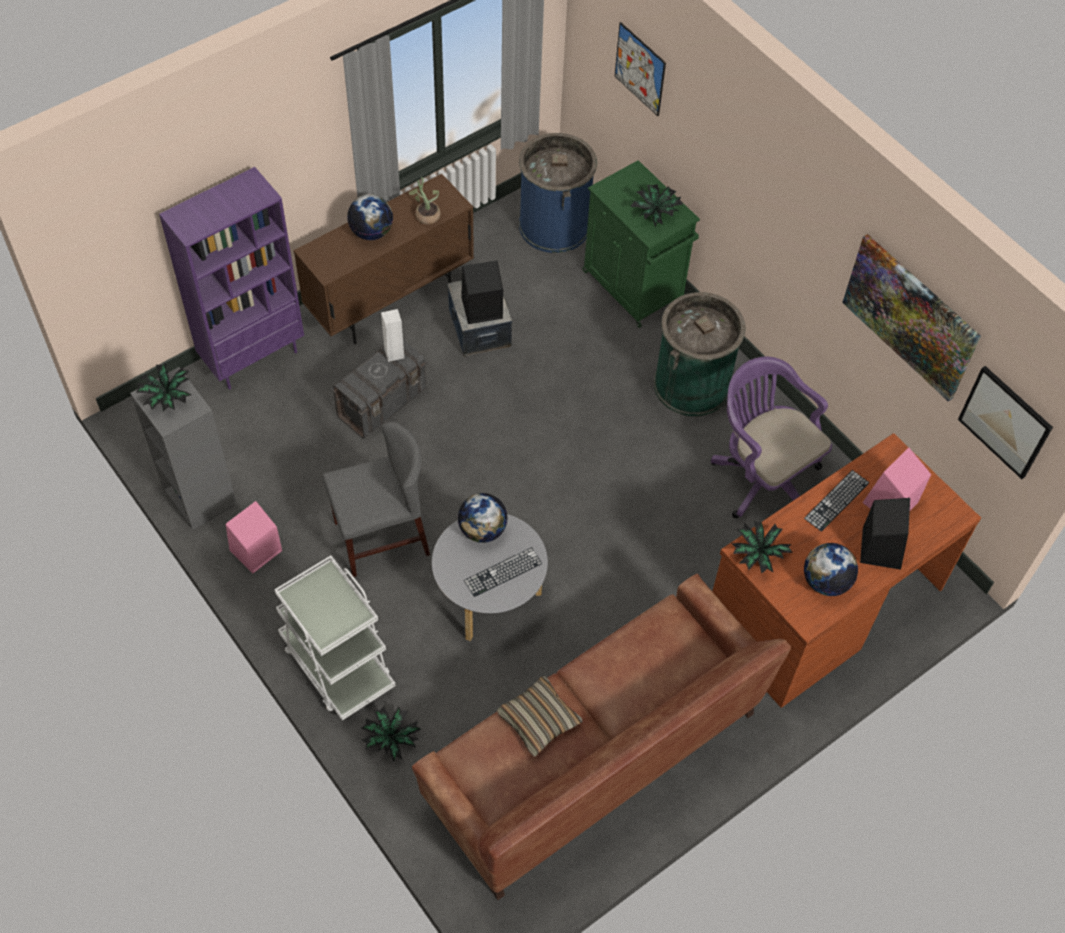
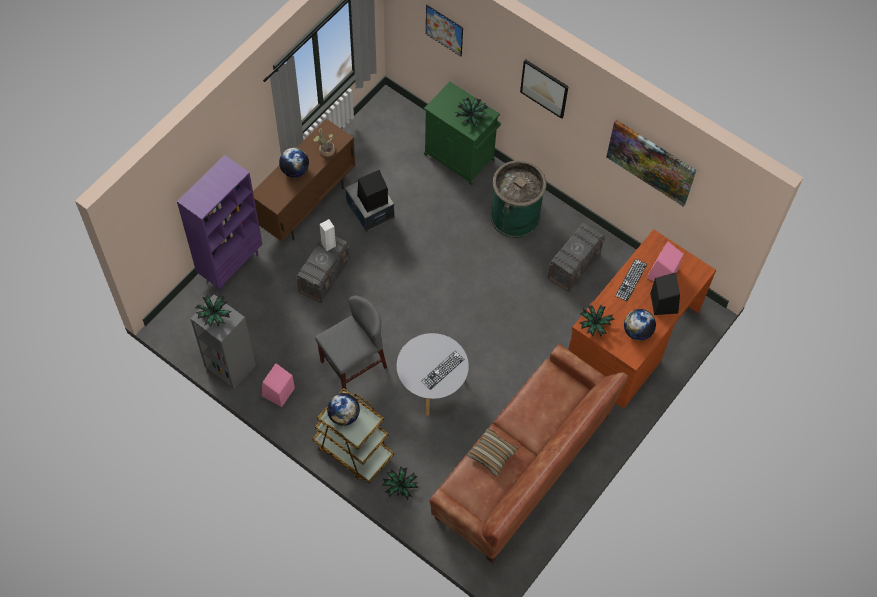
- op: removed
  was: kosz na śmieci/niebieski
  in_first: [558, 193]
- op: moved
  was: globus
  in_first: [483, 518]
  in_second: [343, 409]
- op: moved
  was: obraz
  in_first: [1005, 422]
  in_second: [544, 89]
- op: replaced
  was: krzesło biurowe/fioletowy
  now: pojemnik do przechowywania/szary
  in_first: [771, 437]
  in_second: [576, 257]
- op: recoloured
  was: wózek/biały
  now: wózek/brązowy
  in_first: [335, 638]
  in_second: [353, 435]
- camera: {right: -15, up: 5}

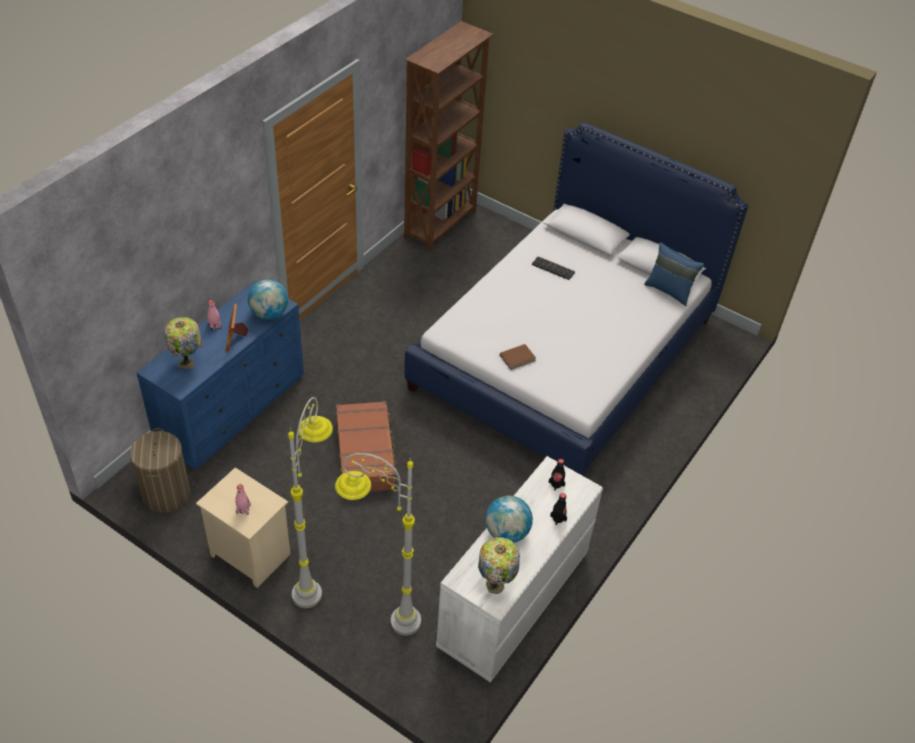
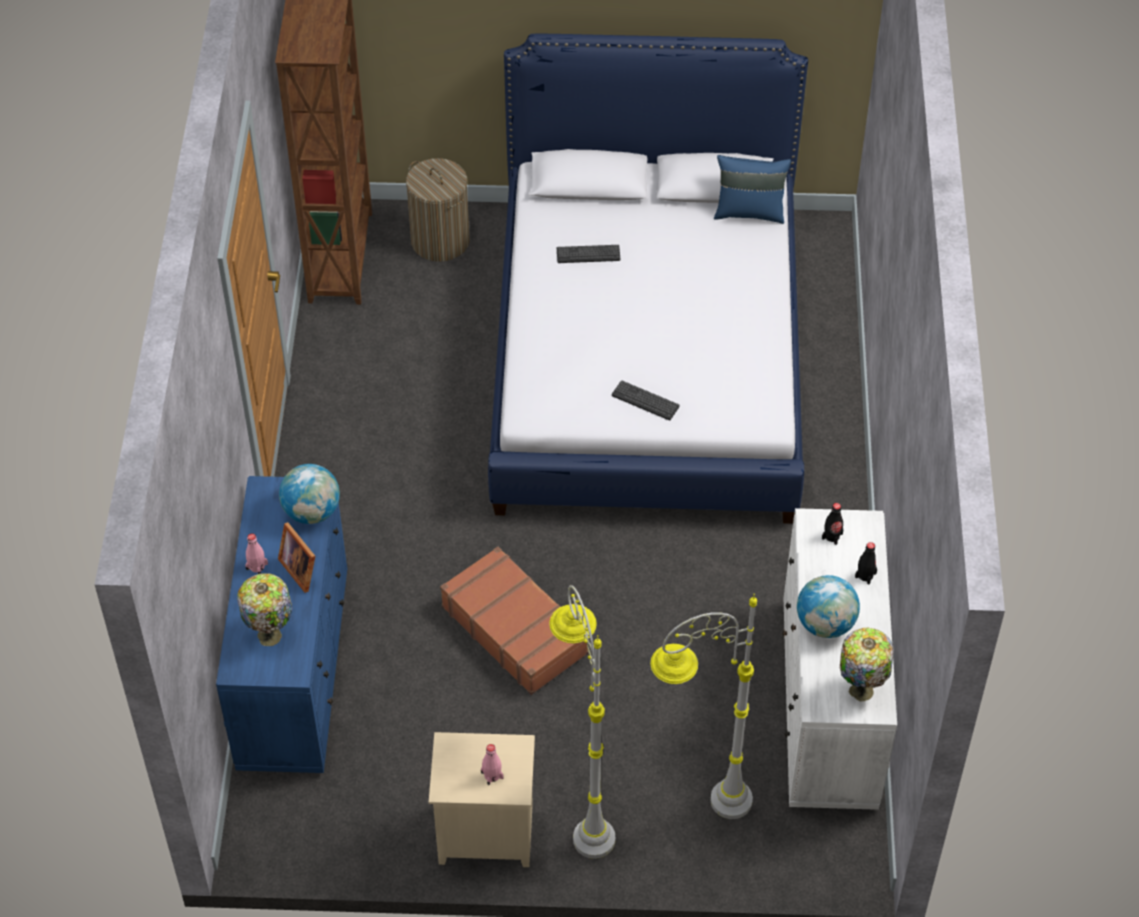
- op: moved
  was: kosz na pranie
  in_first: [160, 470]
  in_second: [438, 210]
- op: replaced
  was: książka/brązowy
  now: klawiatura
  in_first: [518, 357]
  in_second: [646, 400]
- camera: {right: -30, up: 5}

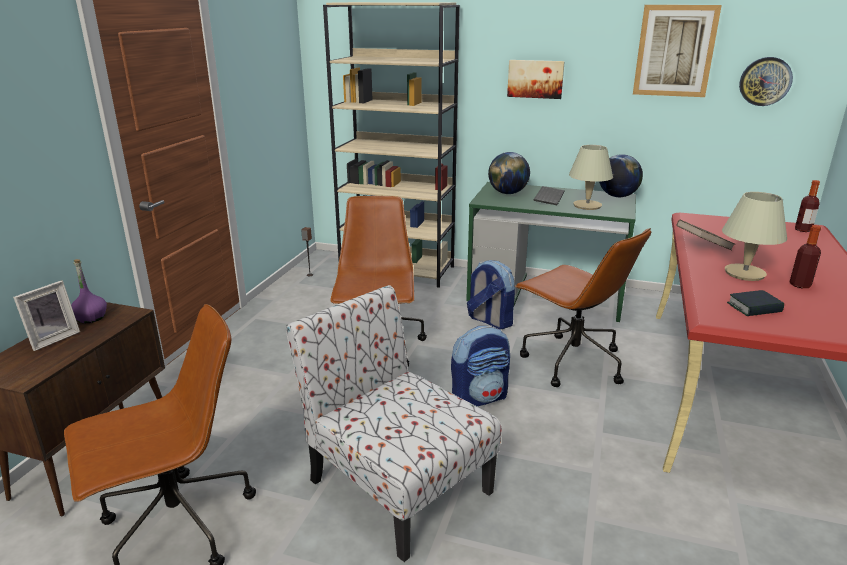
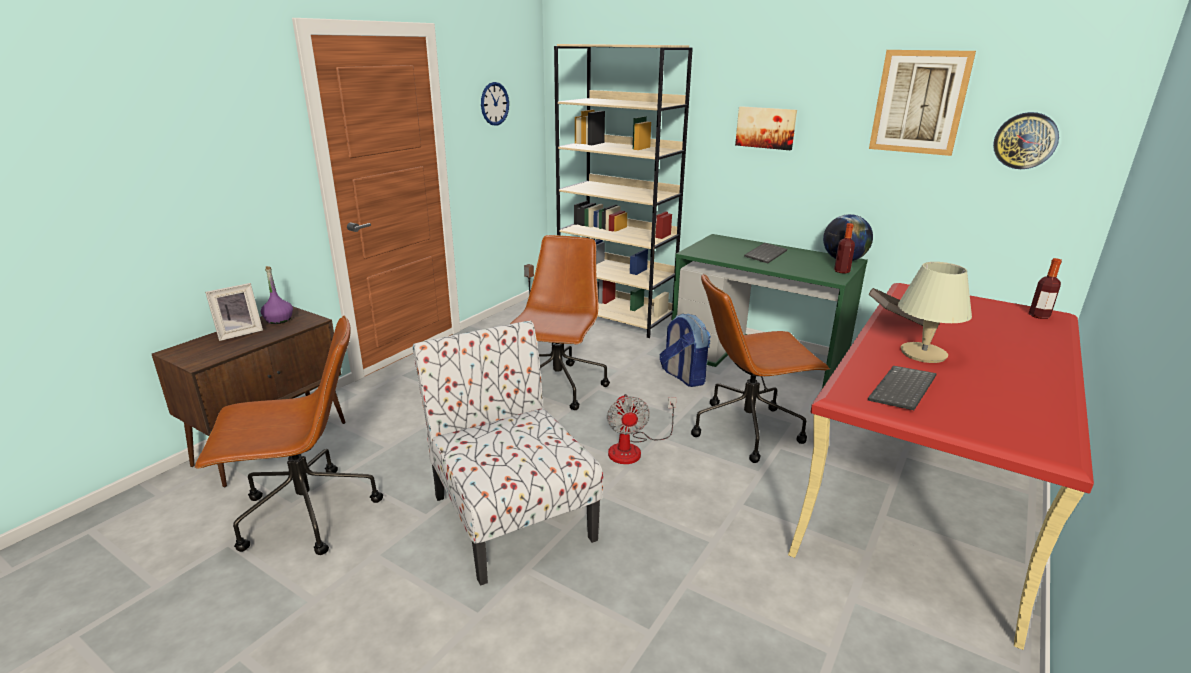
- op: removed
  was: globus
  in_first: [509, 173]
- op: removed
  was: lampa stołowa/beżowy
  in_first: [591, 177]
- op: added
  now: zegar ścienny
  in_second: [495, 104]
- op: moved
  was: butelka
  in_first: [805, 256]
  in_second: [844, 248]
- op: replaced
  was: plecak
  now: wentylator
  in_first: [480, 366]
  in_second: [642, 429]
- op: replaced
  was: książka
  now: klawiatura
  in_first: [755, 303]
  in_second: [902, 388]
- op: turned
  was: krzesło biurowe/brązowy
  in_first: [583, 307]
  in_second: [760, 368]
  clockwise: 105
- camera: {right: 15, up: 0}

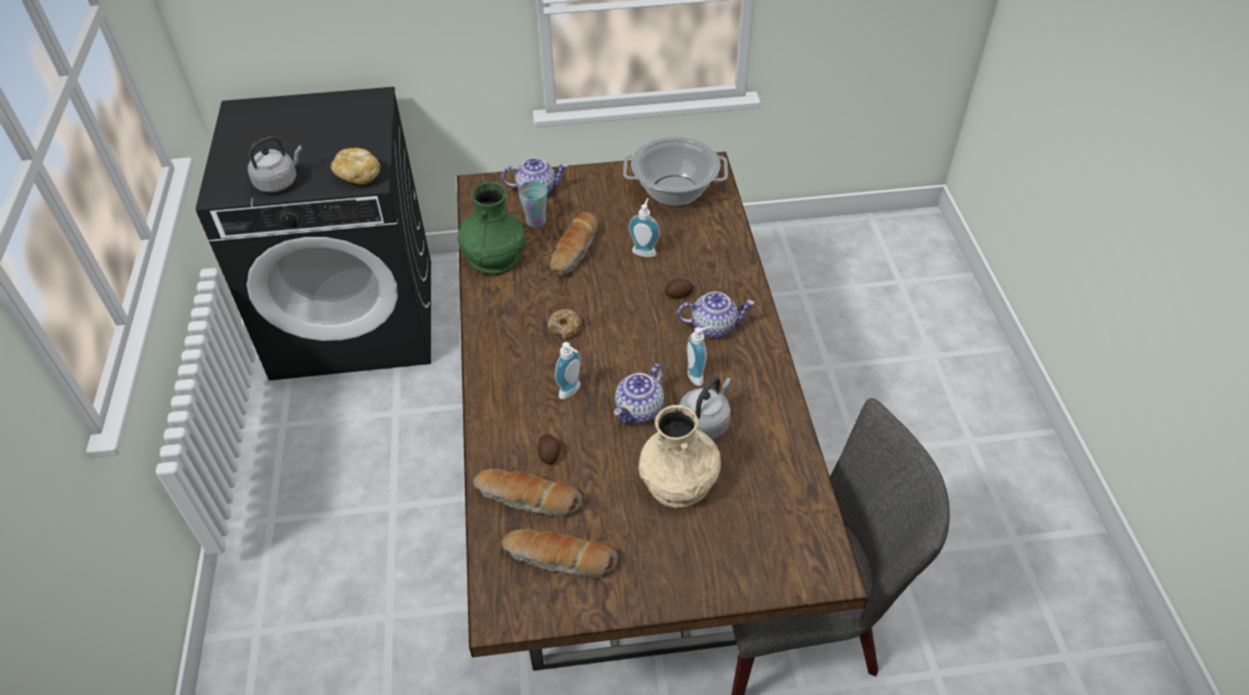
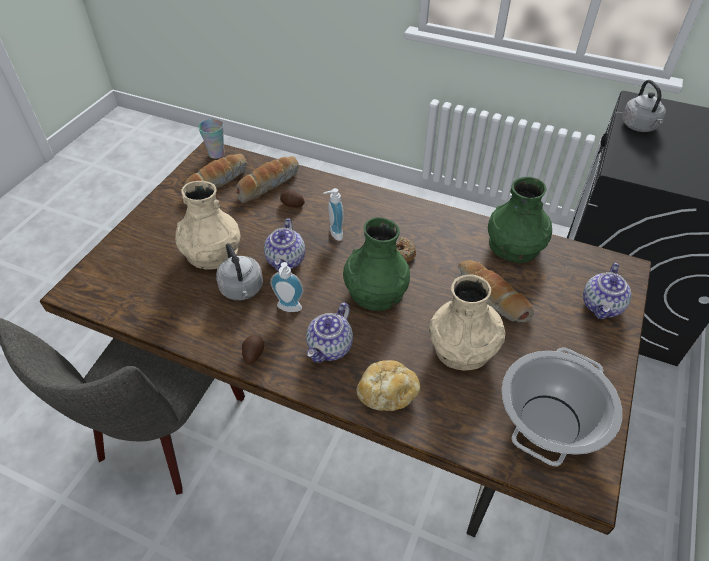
- op: added
  now: wazon/zielony
  in_second: [376, 264]
- op: moved
  was: chleb
  in_first: [355, 166]
  in_second: [388, 385]
- op: moved
  was: filiżanka
  in_first: [532, 204]
  in_second: [211, 139]
- op: moved
  was: ziemniak
  in_first: [679, 288]
  in_second: [253, 349]
- op: replaced
  was: dozownik mydła
  now: wazon/beżowy
  in_first: [644, 227]
  in_second: [467, 322]
- op: turned
  was: imbryk
  in_first: [639, 393]
  in_second: [284, 245]
  clockwise: -150
- camera: {right: 120, up: 0}

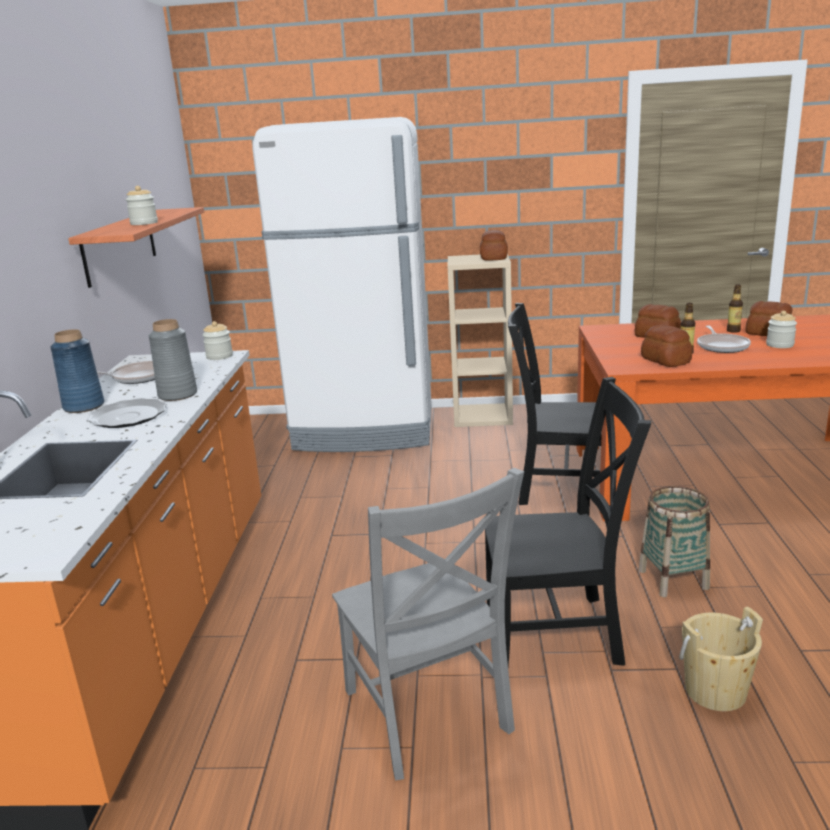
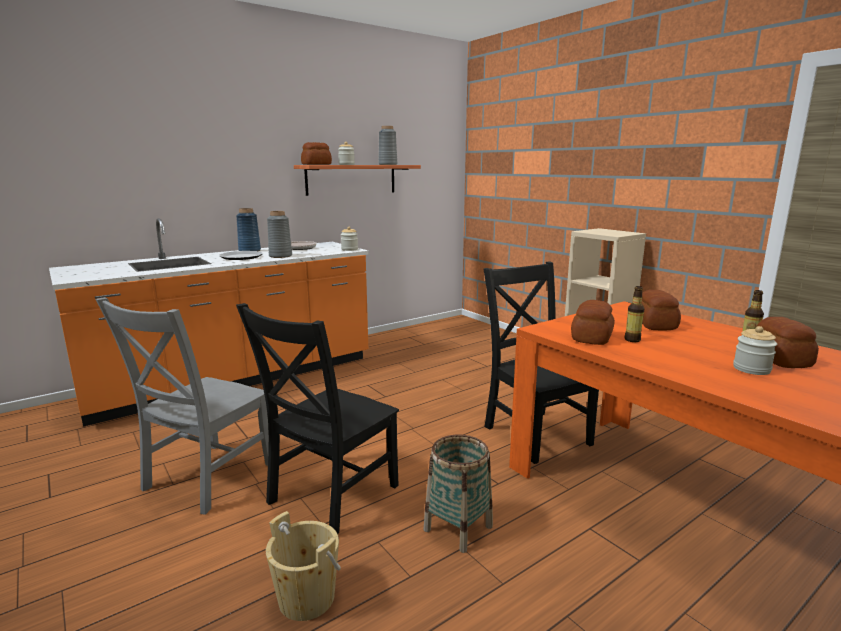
- op: removed
  was: lodówka/biały
  in_first: [342, 284]
- op: removed
  was: patelnia
  in_first: [724, 339]
- op: added
  now: wazon/szary
  in_second: [388, 145]
- op: moved
  was: chleb
  in_first: [494, 245]
  in_second: [316, 153]
- op: turned
  was: krzesło/czarny
  in_first: [568, 521]
  in_second: [317, 418]
  clockwise: 75
- camera: {right: 50, up: -5}

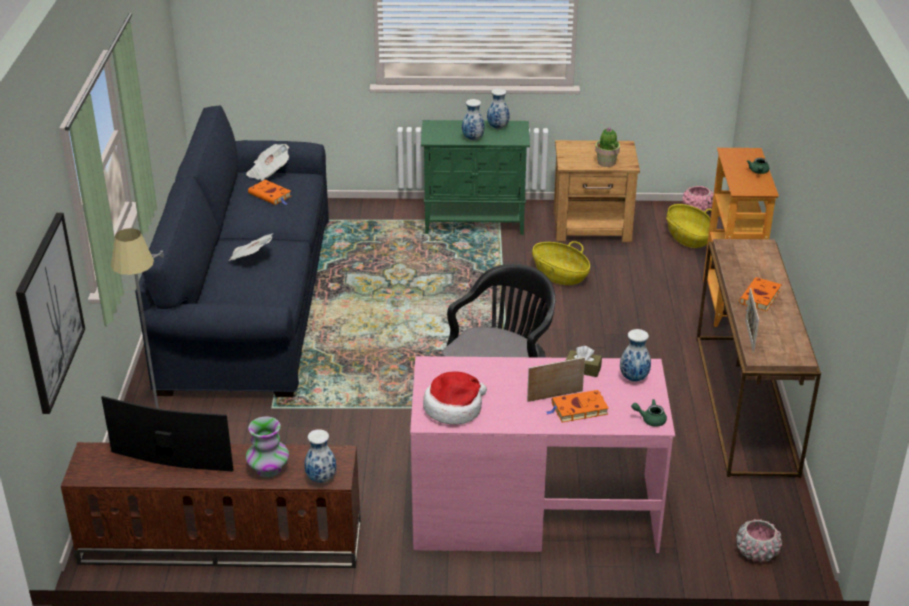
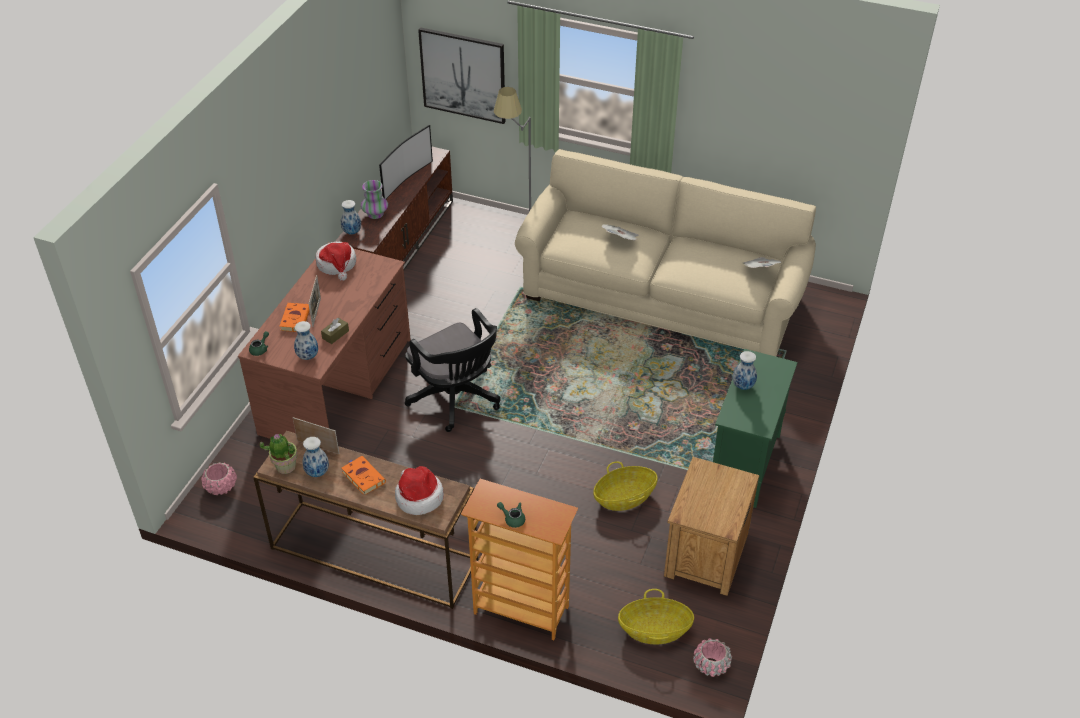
- op: removed
  was: książka/pomarańczowy
  in_first: [269, 192]
- op: added
  now: kapelusz
  in_second: [419, 490]
- op: moved
  was: wazon
  in_first: [498, 108]
  in_second: [315, 457]
- op: moved
  was: roślina doniczkowa
  in_first: [607, 147]
  in_second: [279, 454]
- op: recoloured
  was: kanapa/niebieski
  now: kanapa/beżowy
  in_first: [232, 251]
  in_second: [665, 253]
- op: recoloured
  was: biurko/różowy
  now: biurko/brązowy
  in_first: [542, 454]
  in_second: [324, 340]
- camera: {right: 110, up: 10}

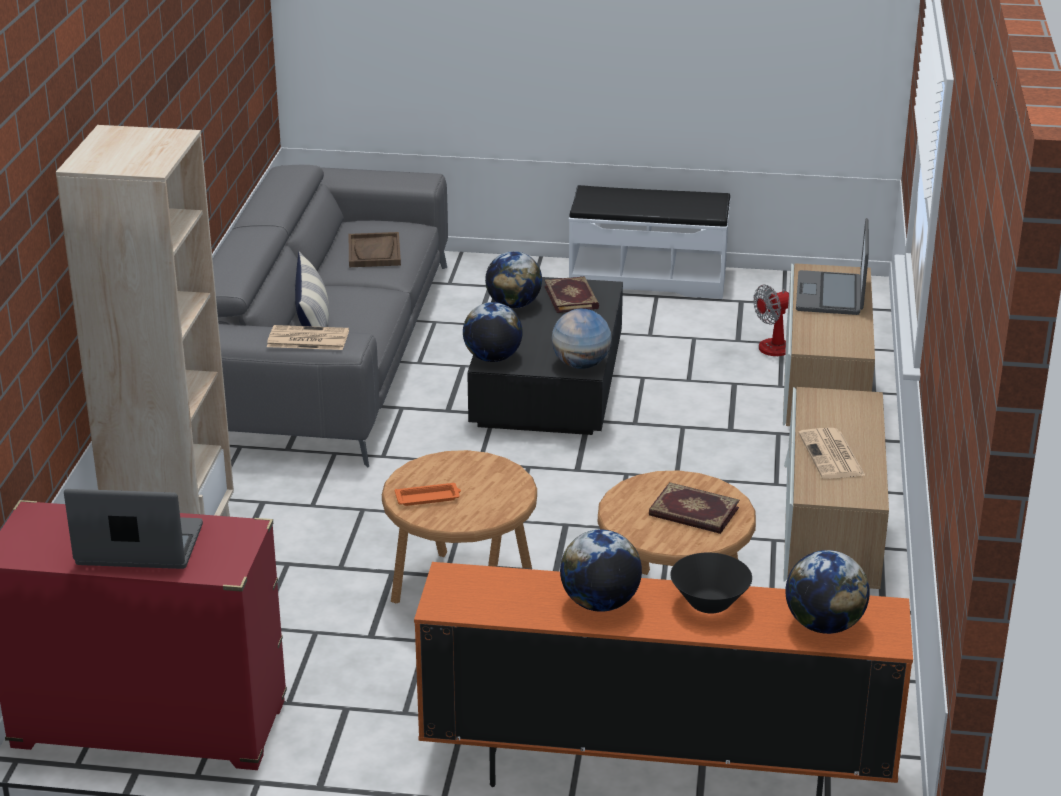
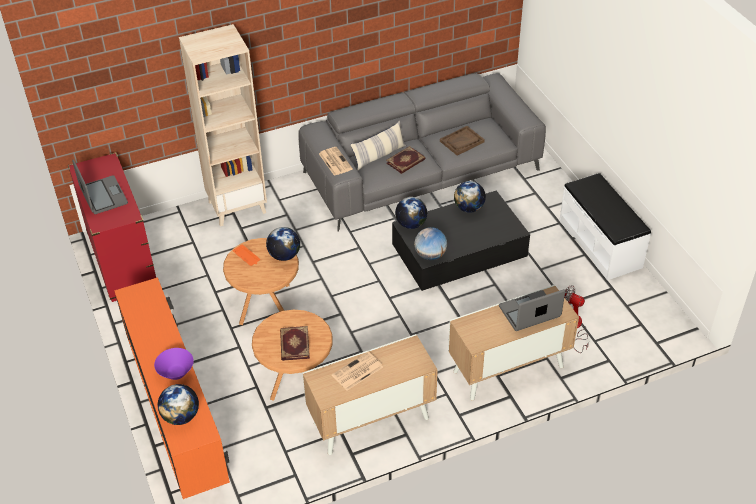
- op: moved
  was: książka
  in_first: [571, 294]
  in_second: [406, 160]
- op: moved
  was: globus
  in_first: [601, 570]
  in_second: [283, 244]
- op: recoloured
  was: miska/czarny
  now: miska/fioletowy
  in_first: [711, 583]
  in_second: [174, 364]
- camera: {right: 60, up: 15}

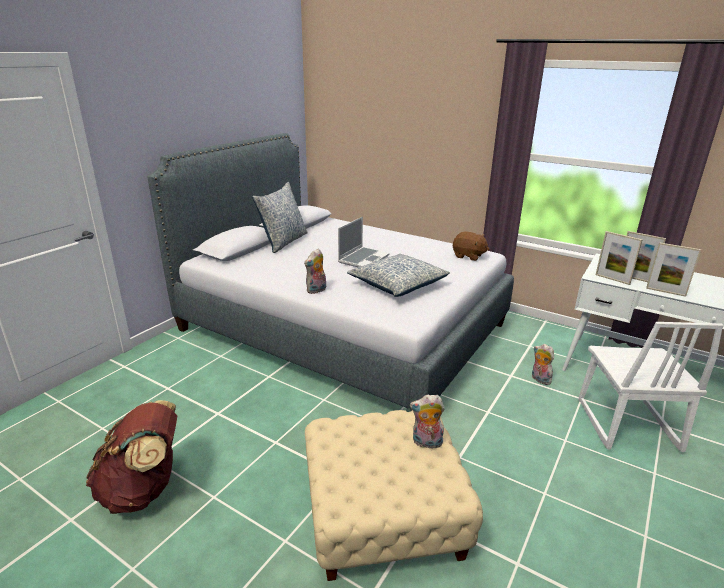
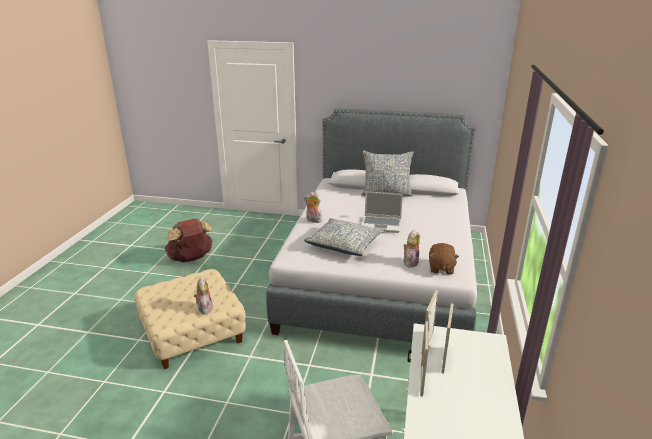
- op: moved
  was: pluszak
  in_first: [543, 364]
  in_second: [412, 249]
- camera: {right: 70, up: 0}

